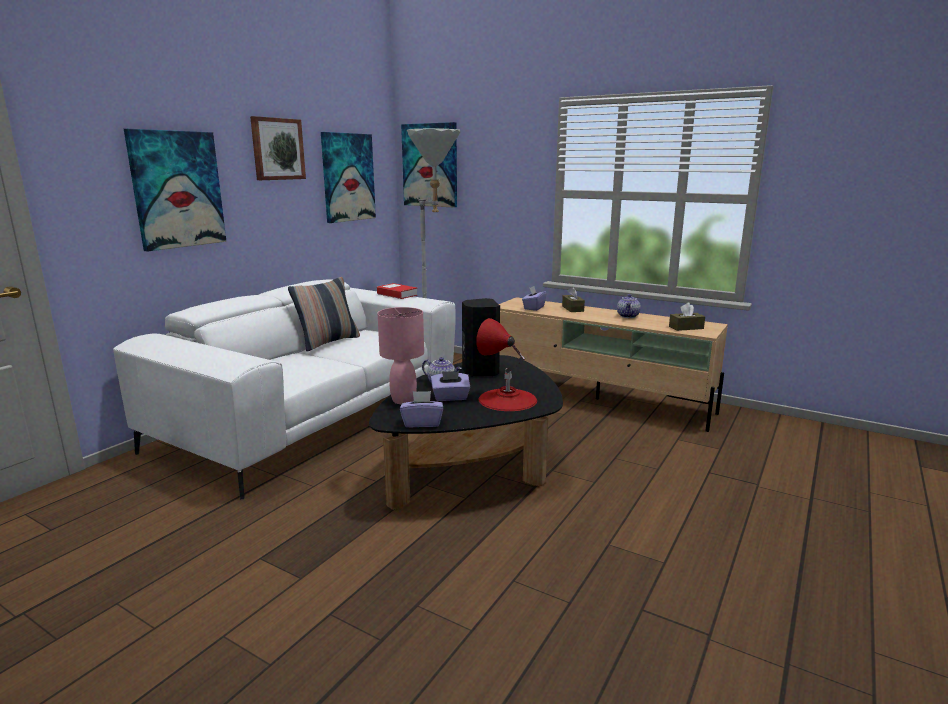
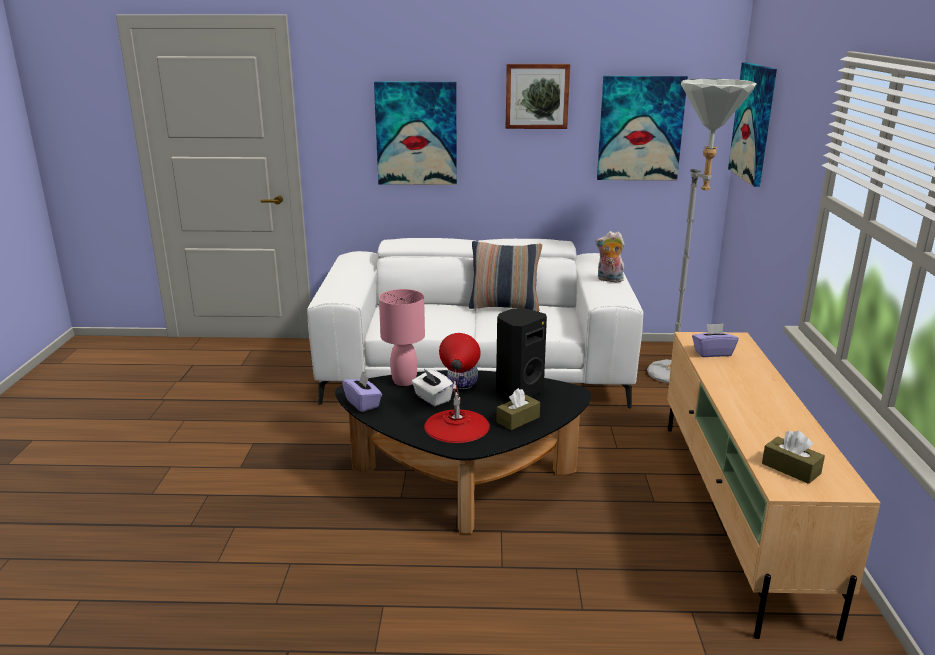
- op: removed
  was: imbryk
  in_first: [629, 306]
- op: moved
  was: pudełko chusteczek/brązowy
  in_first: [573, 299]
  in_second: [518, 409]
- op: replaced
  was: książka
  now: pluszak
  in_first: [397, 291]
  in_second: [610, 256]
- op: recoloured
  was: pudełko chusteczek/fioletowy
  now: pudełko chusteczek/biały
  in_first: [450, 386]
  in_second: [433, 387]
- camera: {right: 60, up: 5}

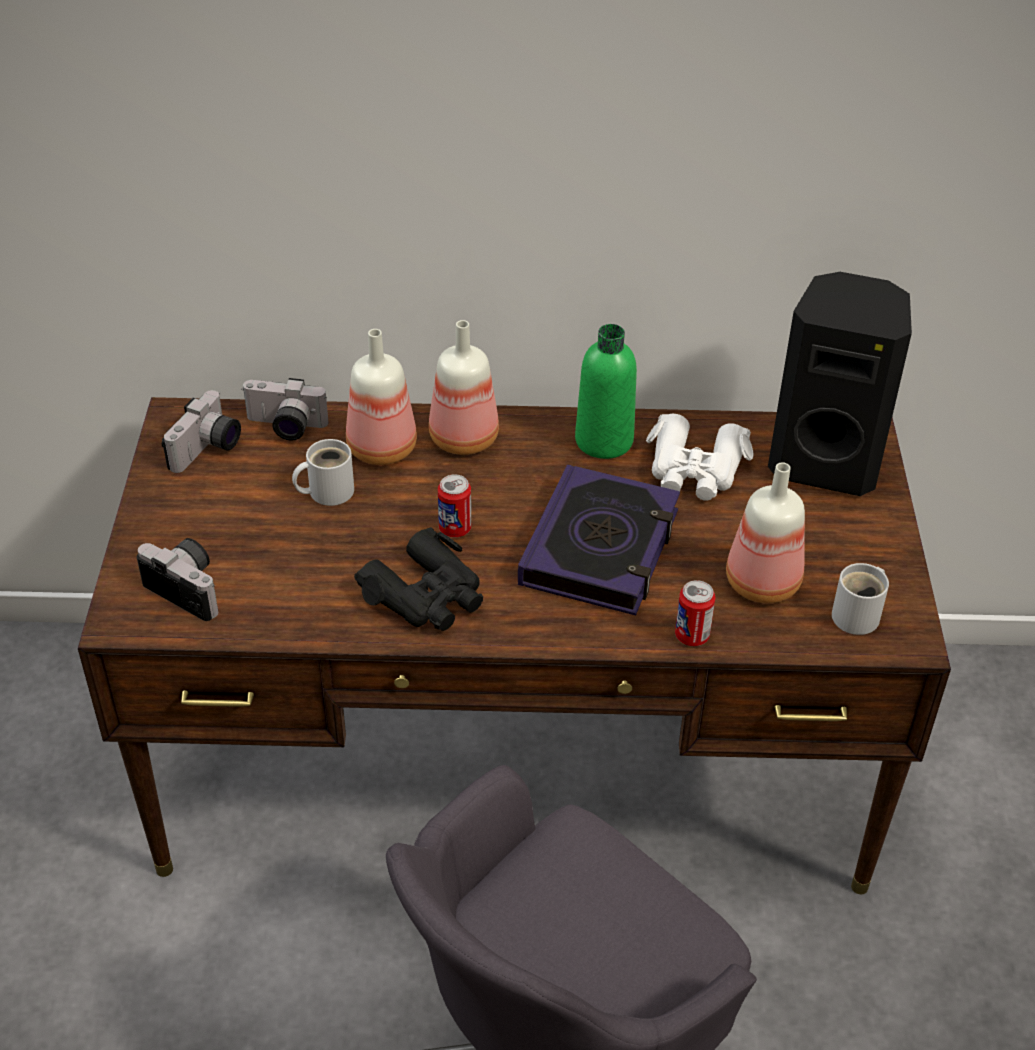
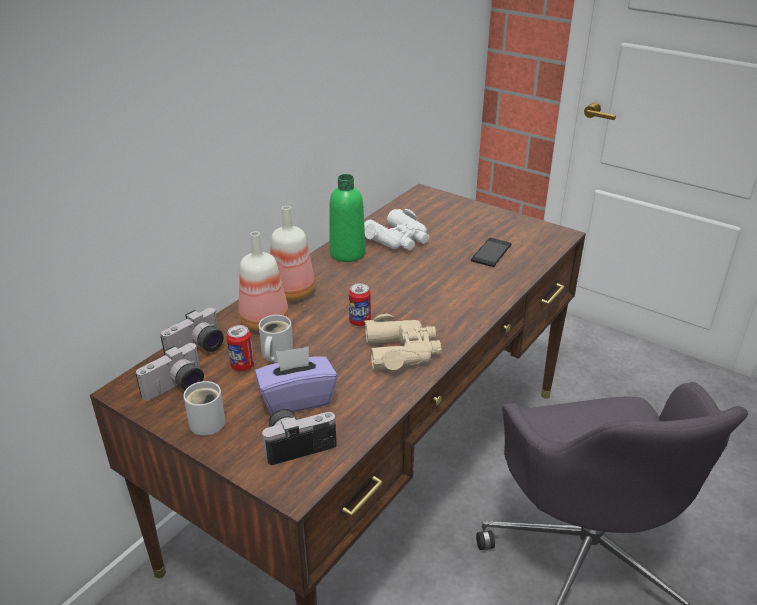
- op: removed
  was: książka
  in_first: [599, 540]
- op: removed
  was: głośnik/czarny
  in_first: [840, 384]
- op: added
  now: pudełko chusteczek/fioletowy
  in_second: [296, 380]
- op: moved
  was: puszka
  in_first: [695, 613]
  in_second: [240, 348]
- op: moved
  was: kubek/biały
  in_first: [860, 599]
  in_second: [204, 408]
- op: replaced
  was: butelka
  now: telefon
  in_first: [765, 532]
  in_second: [491, 252]
- op: recoloured
  was: lornetka/czarny
  now: lornetka/beżowy
  in_first: [418, 579]
  in_second: [402, 342]
- op: turned
  was: aparat fotograficzny
  in_first: [201, 431]
  in_second: [170, 372]
  clockwise: 75
- camera: {right: -55, up: -10}

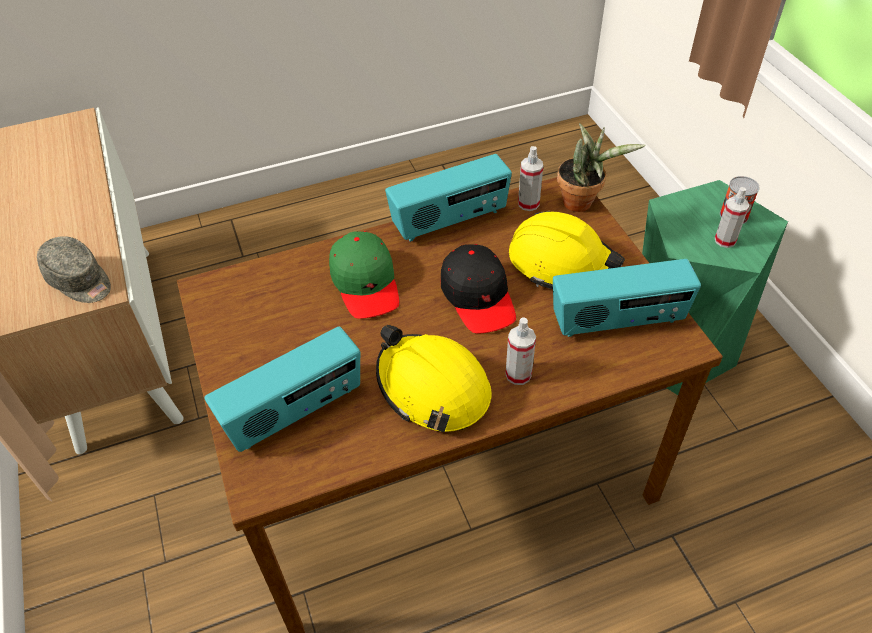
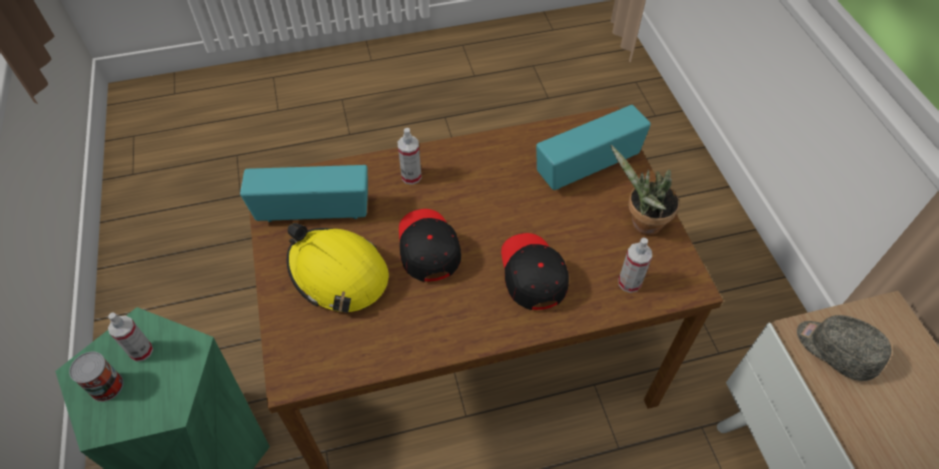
- op: removed
  was: kask/żółty
  in_first: [434, 378]
- op: removed
  was: radio
  in_first: [448, 198]
- op: moved
  was: spryskiwacz
  in_first: [530, 178]
  in_second: [635, 265]
- op: moved
  was: roślina doniczkowa
  in_first: [601, 167]
  in_second: [644, 190]
- op: recoloured
  was: czapka z daszkiem/zielony
  now: czapka z daszkiem/czarny
  in_first: [364, 275]
  in_second: [535, 271]
- camera: {right: -175, up: 5}

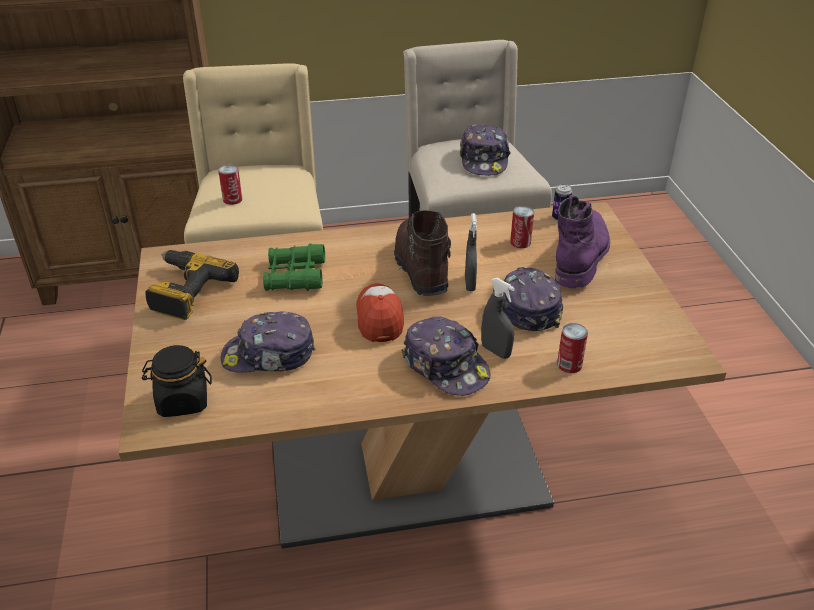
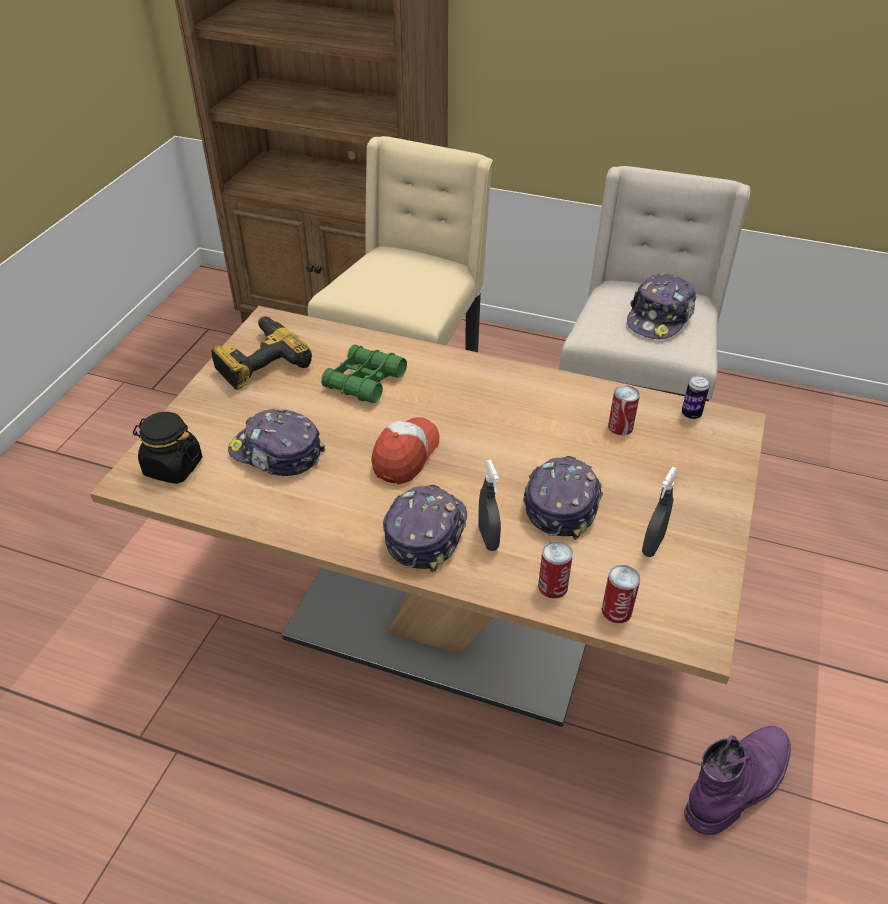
- op: removed
  was: but z cholewką/brązowy
  in_first: [422, 253]
- op: moved
  was: puszka
  in_first: [230, 185]
  in_second: [620, 594]
- op: moved
  was: spryskiwacz/szary
  in_first: [471, 252]
  in_second: [660, 512]
- op: moved
  was: but z cholewką/fioletowy
  in_first: [582, 241]
  in_second: [737, 780]
- op: turned
  was: czapka z daszkiem
  in_first: [445, 356]
  in_second: [425, 529]
  clockwise: -150
- camera: {right: 30, up: 5}

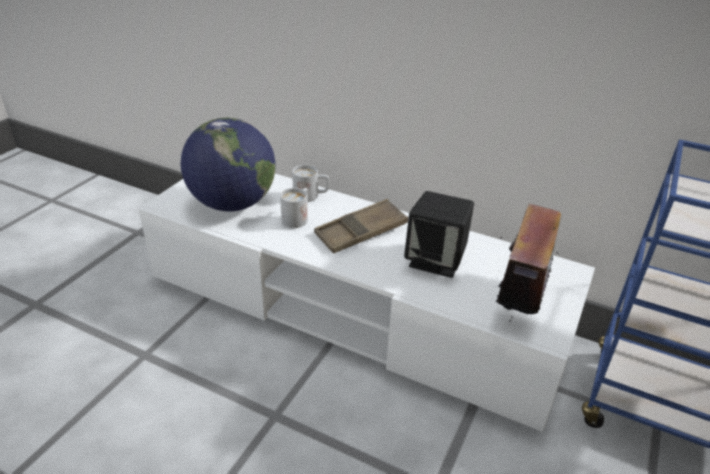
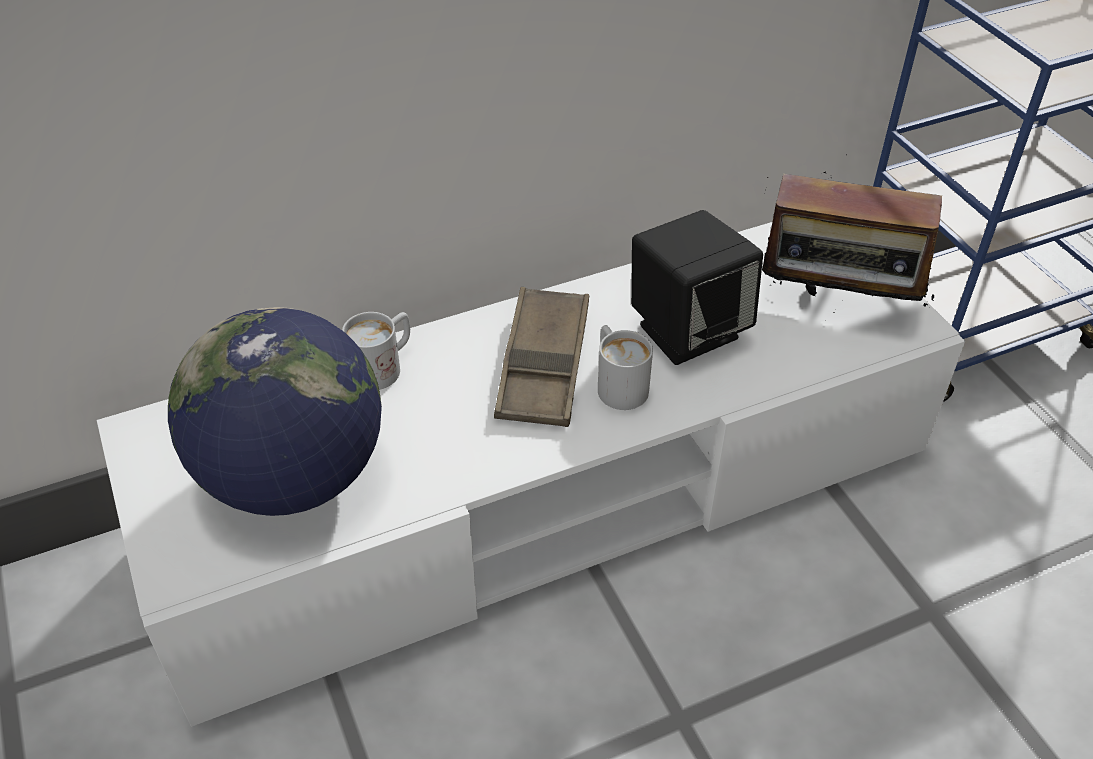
- op: moved
  was: kubek/biały
  in_first: [294, 208]
  in_second: [625, 367]
- op: turned
  was: radio
  in_first: [528, 264]
  in_second: [852, 242]
  clockwise: 135
- camera: {right: -50, up: 10}

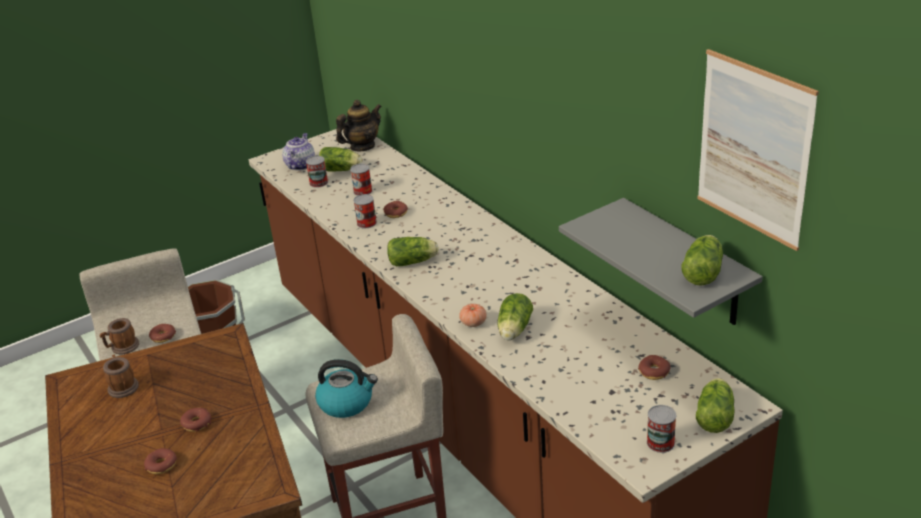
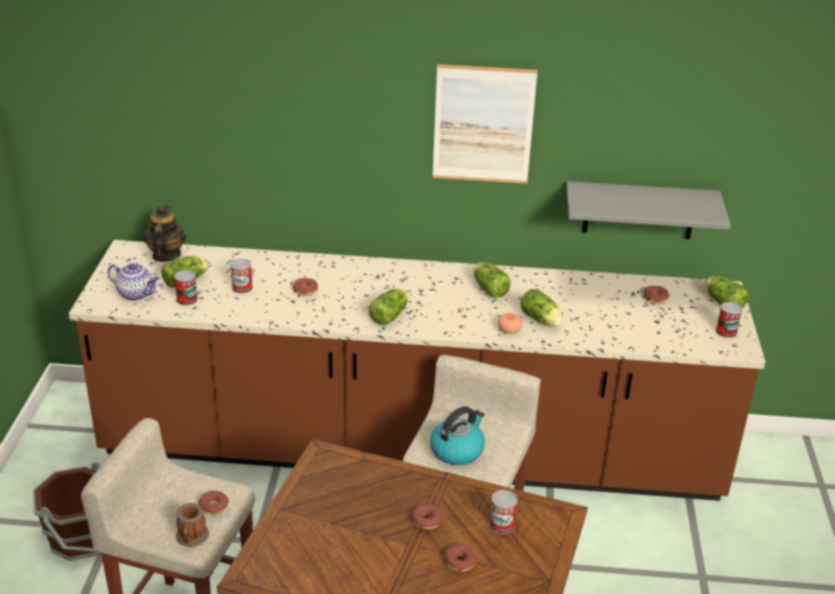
- op: removed
  was: kubek
  in_first: [121, 376]
- op: moved
  was: puszka
  in_first: [365, 211]
  in_second: [503, 512]
- op: moved
  was: sałata
  in_first: [702, 260]
  in_second: [492, 280]
- op: moved
  was: obraz
  in_first: [758, 150]
  in_second: [485, 124]
- op: turned
  was: imbryk
  in_first: [298, 151]
  in_second: [133, 282]
  clockwise: 150
- camera: {right: -55, up: 0}

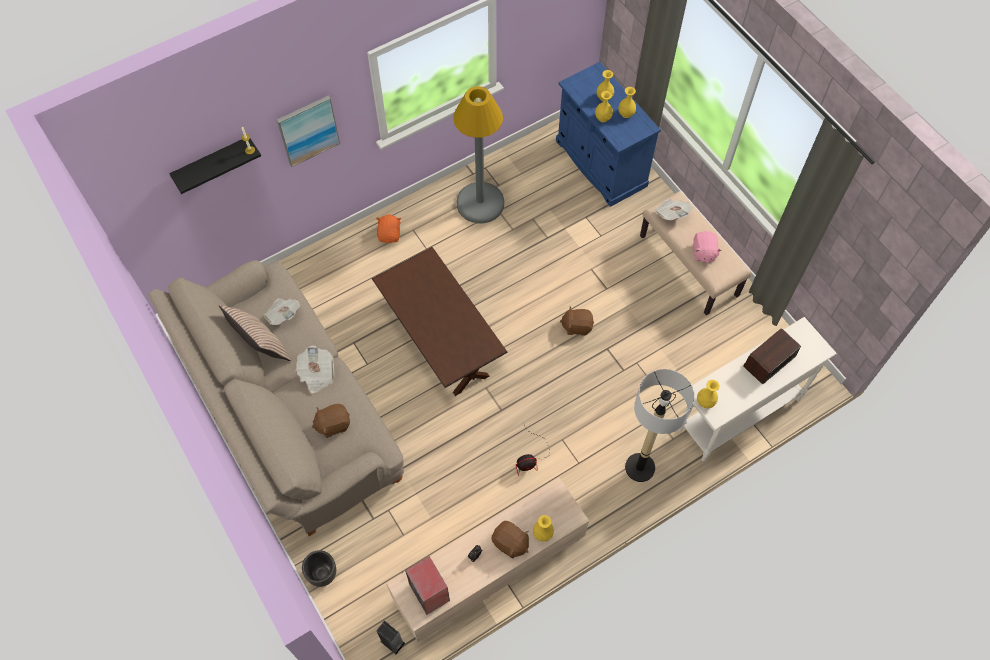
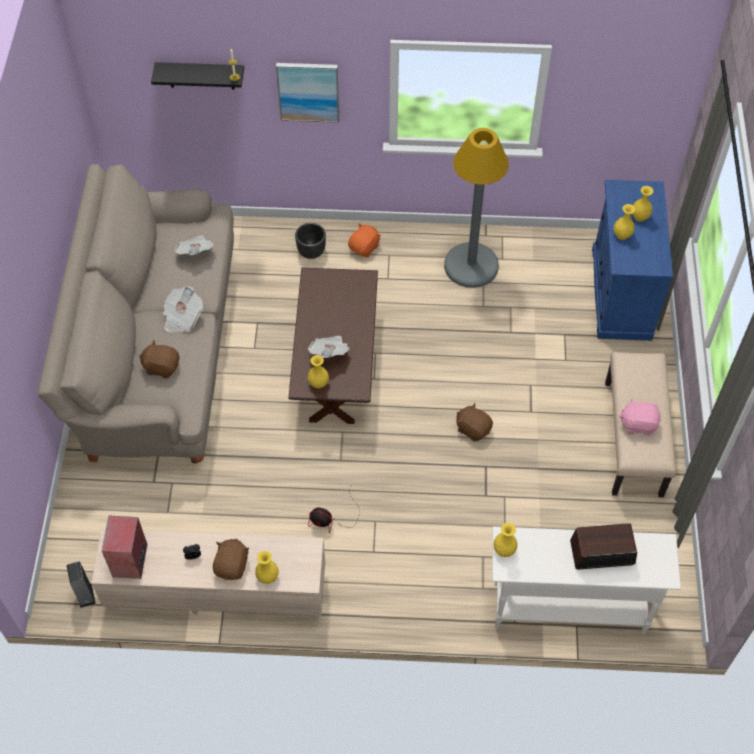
- op: removed
  was: poduszka
  in_first: [255, 332]
- op: removed
  was: lampa stojąca
  in_first: [659, 425]
- op: moved
  was: donica/czarny
  in_first: [319, 568]
  in_second: [310, 241]
- op: moved
  was: wazon/żółty
  in_first: [627, 102]
  in_second: [318, 371]
- op: moved
  was: gazeta
  in_first: [674, 209]
  in_second: [329, 347]
- op: turned
  was: pluszak/brązowy
  in_first: [510, 540]
  in_second: [231, 559]
  clockwise: -150
- op: turned
  was: pluszak/różowy
  in_first: [707, 247]
  in_second: [640, 416]
  clockwise: 60
- camera: {right: 35, up: -5}

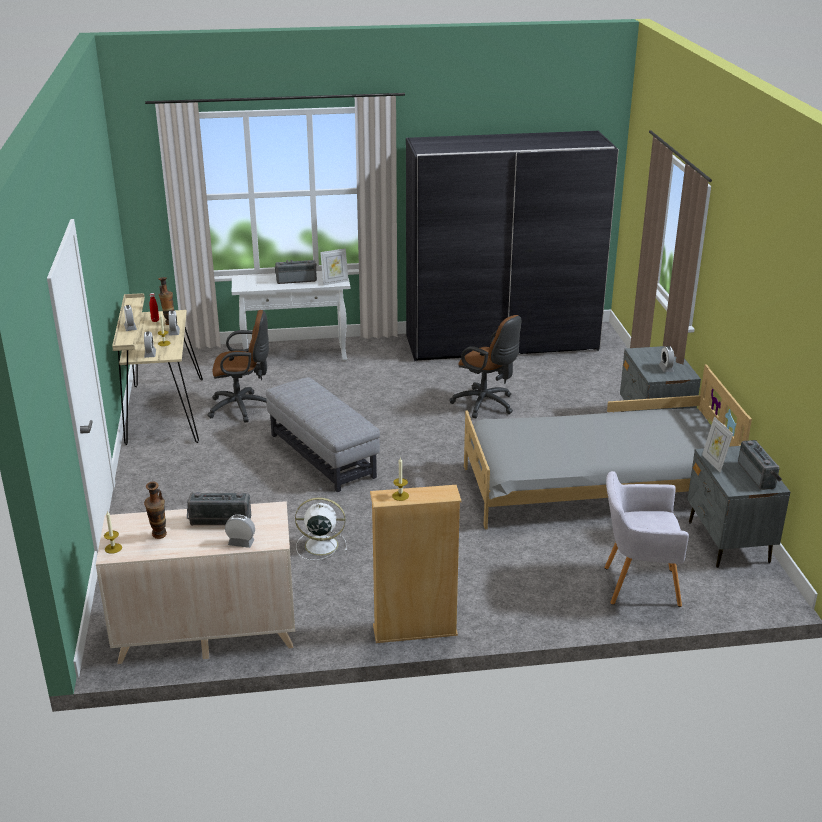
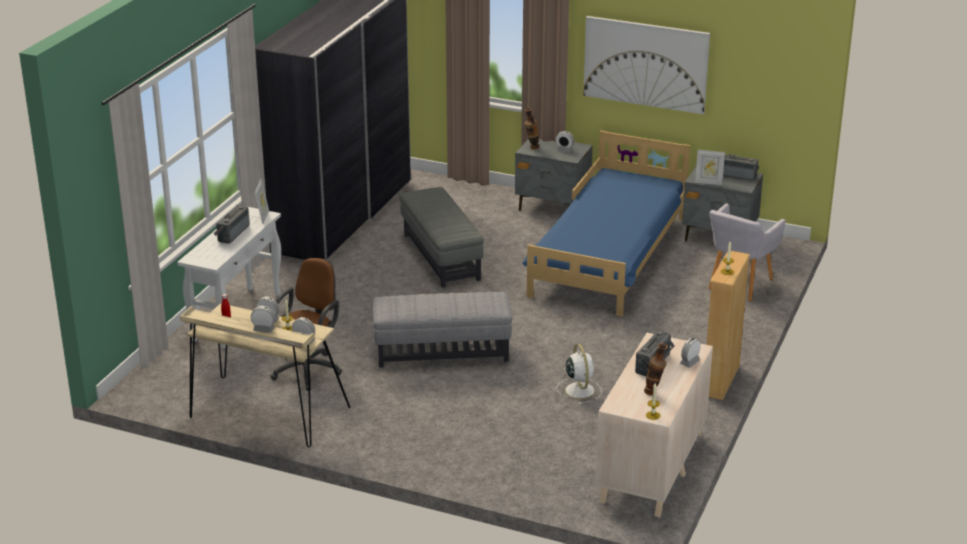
- op: added
  now: obraz
  in_second: [646, 65]
- op: moved
  was: wazon
  in_first: [166, 301]
  in_second: [531, 129]
- op: replaced
  was: krzesło biurowe/brązowy
  now: pufa/szary
  in_first: [485, 366]
  in_second: [441, 237]
- op: recoloured
  was: łóżko/szary
  now: łóżko/niebieski
  in_first: [608, 446]
  in_second: [606, 223]
- op: turned
  was: wentylator/biały
  in_first: [321, 528]
  in_second: [578, 374]
  clockwise: 135
- camera: {right: -60, up: 0}

